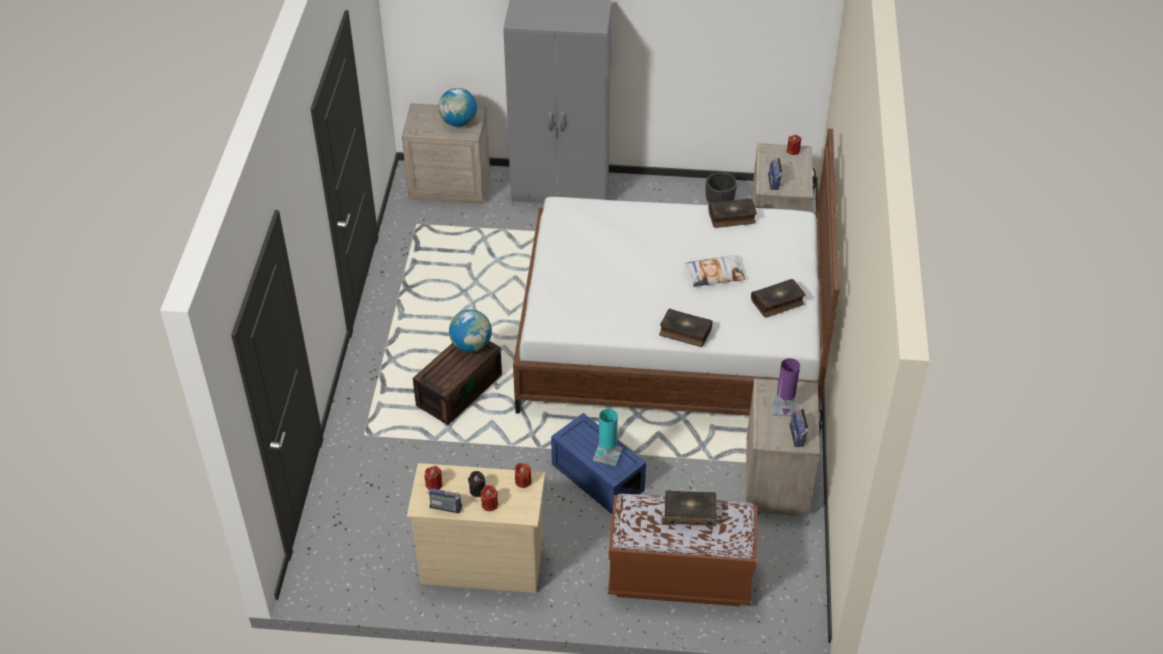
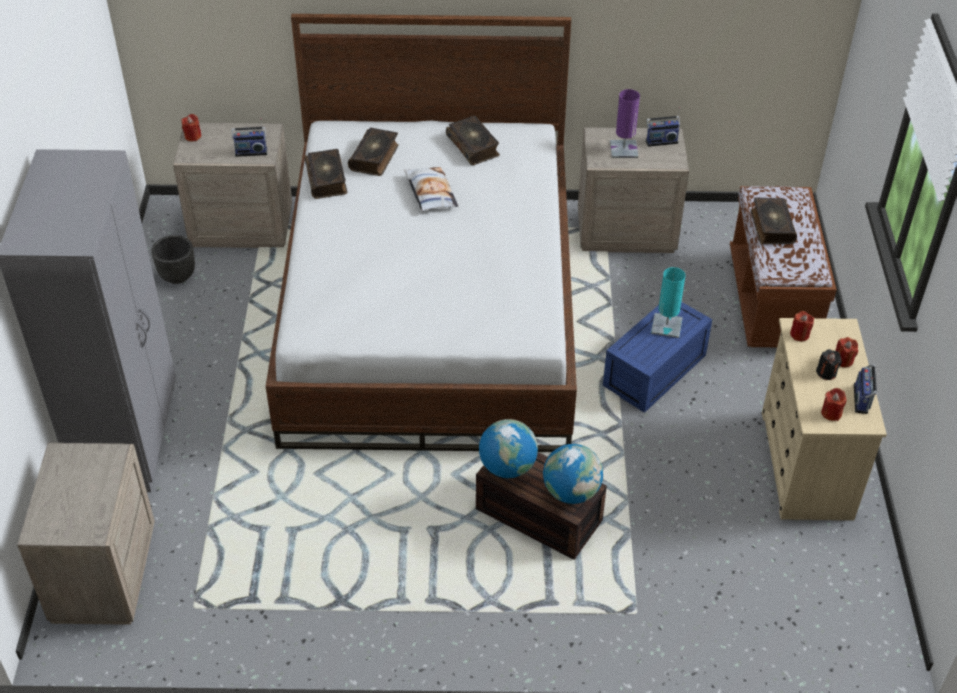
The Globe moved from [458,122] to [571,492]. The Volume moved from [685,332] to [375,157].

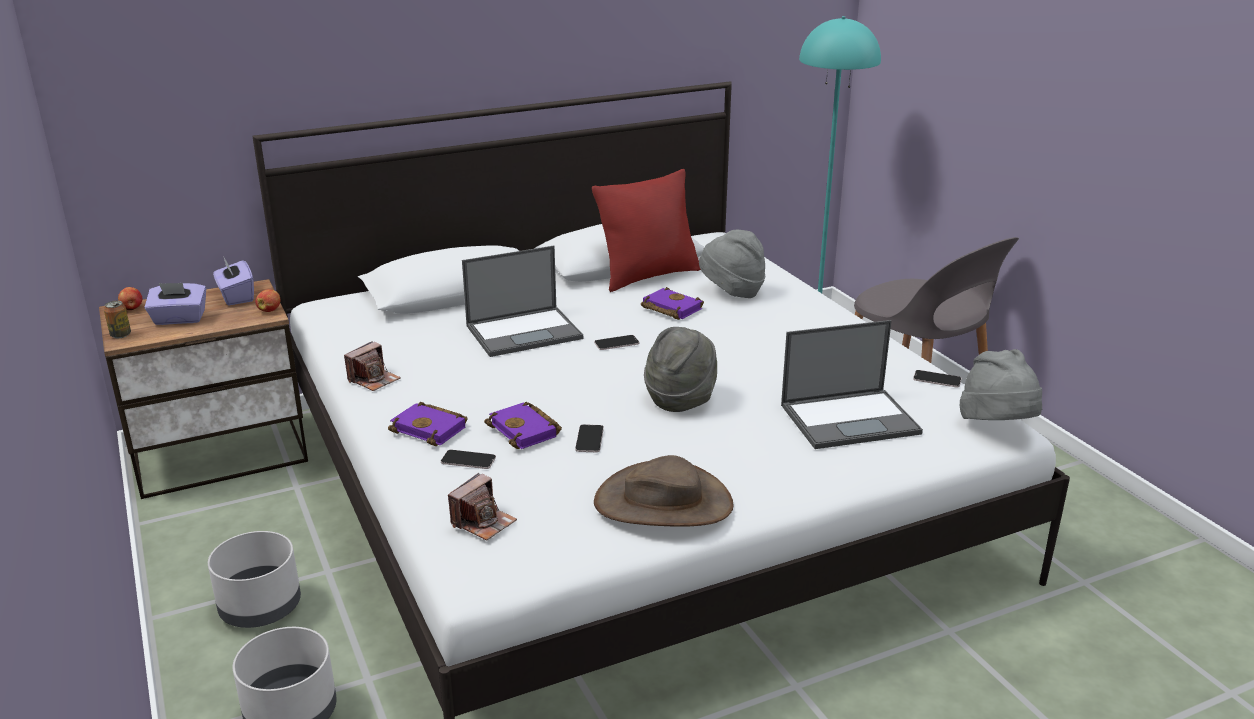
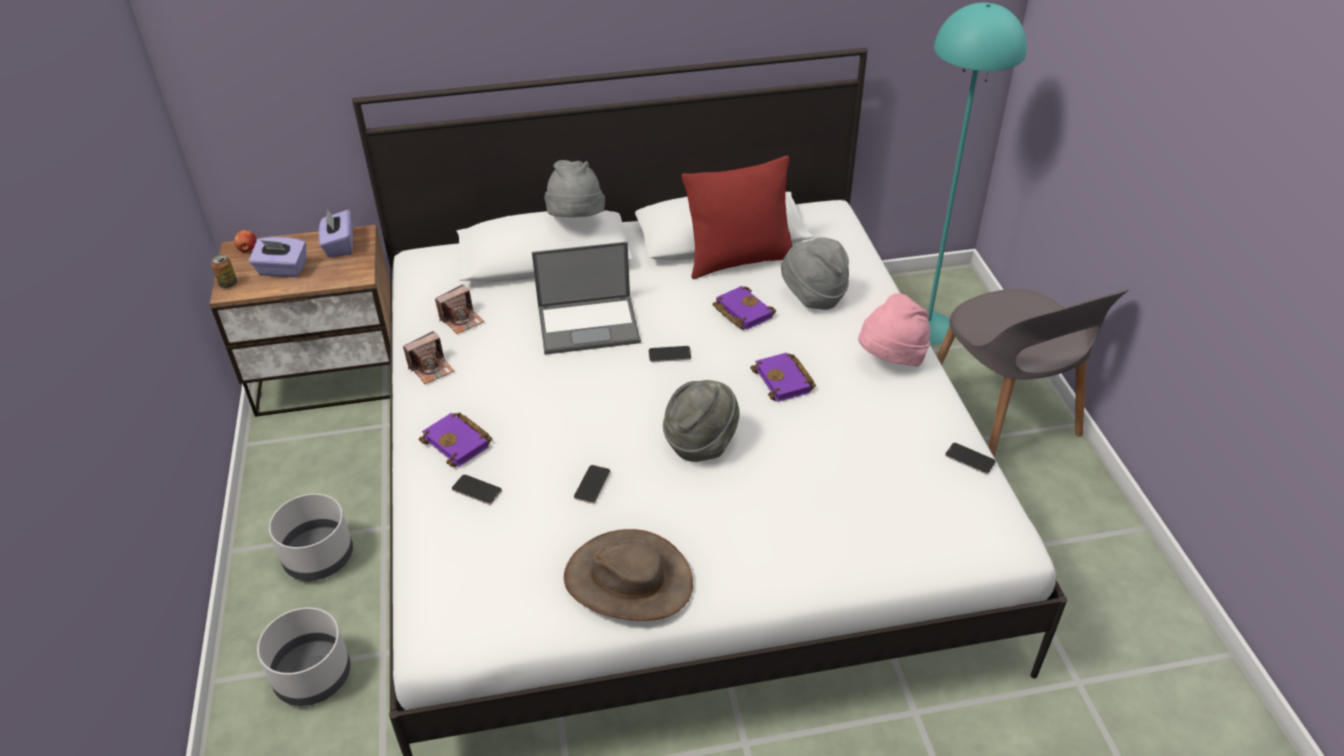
The WholeApple at [270,310] disappeared. The PhotoCamera moved from [483,522] to [461,320]. The PurplishVolume moved from [526,431] to [785,381]. The NotebookComputer at [851,419] disappeared. The GreyishHat moved from [997,427] to [575,221]. The PinkishHat at [890,359] appeared.

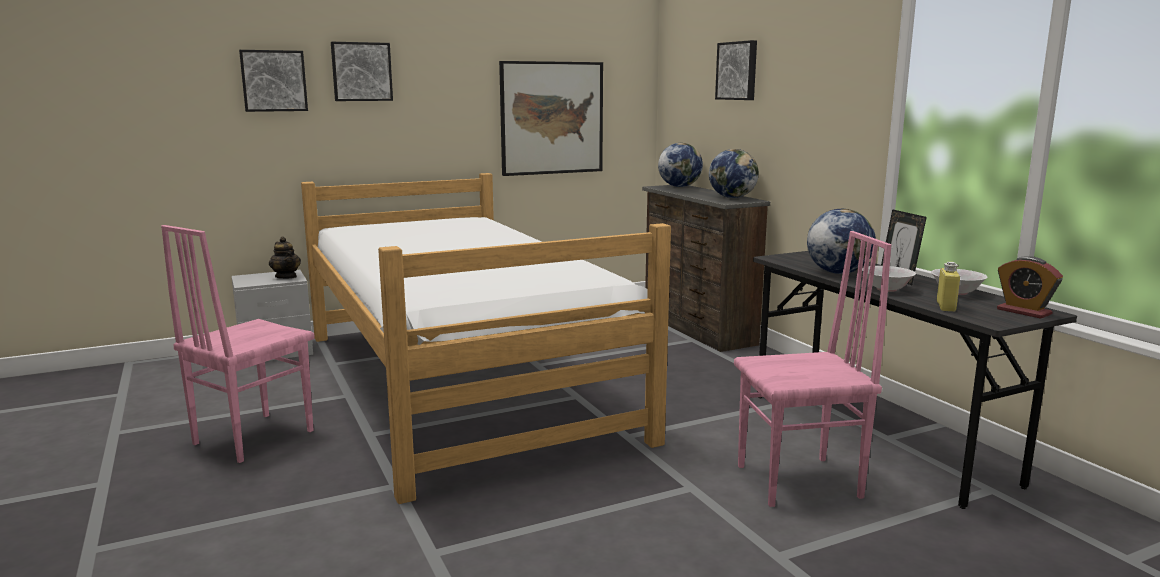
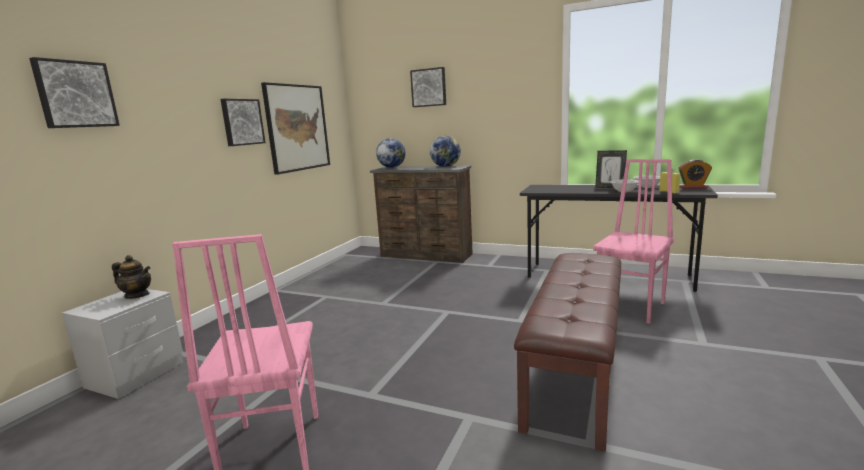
The BedroomBed at [460,382] disappeared. The WallArt moved from [361,71] to [242,122]. The Globe at [838,272] disappeared. The BrownColouredBench at [574,368] appeared.

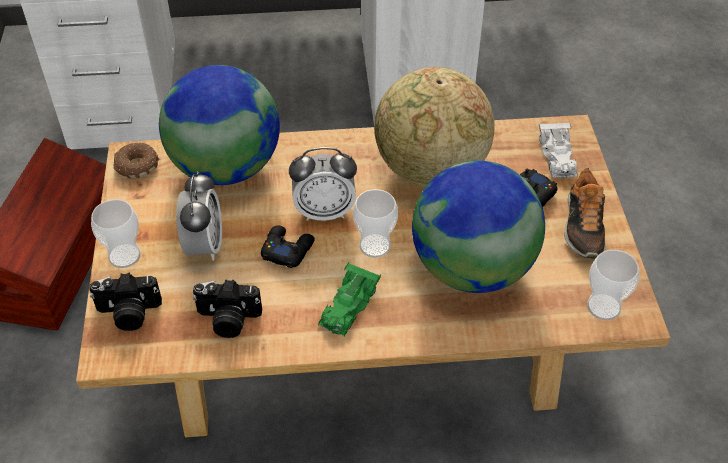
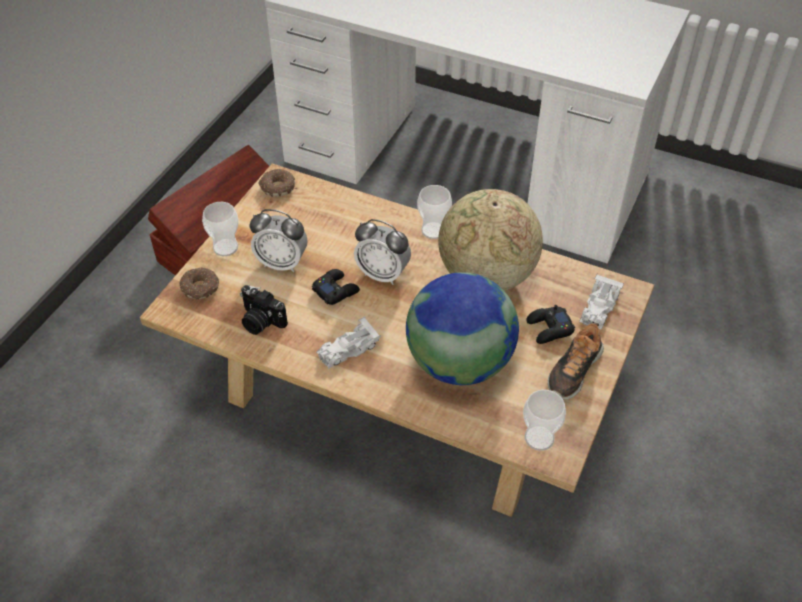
The PhotoCamera at [129,314] was replaced by the Doughnut at [201,288]. The Globe at [226,168] disappeared. The BedsideClock at [204,246] turned 75 degrees clockwise. The GreenishModelCar at [348,306] became the WhitishModelCar at [347,349]. The DrinkingCup moved from [375,245] to [433,230].

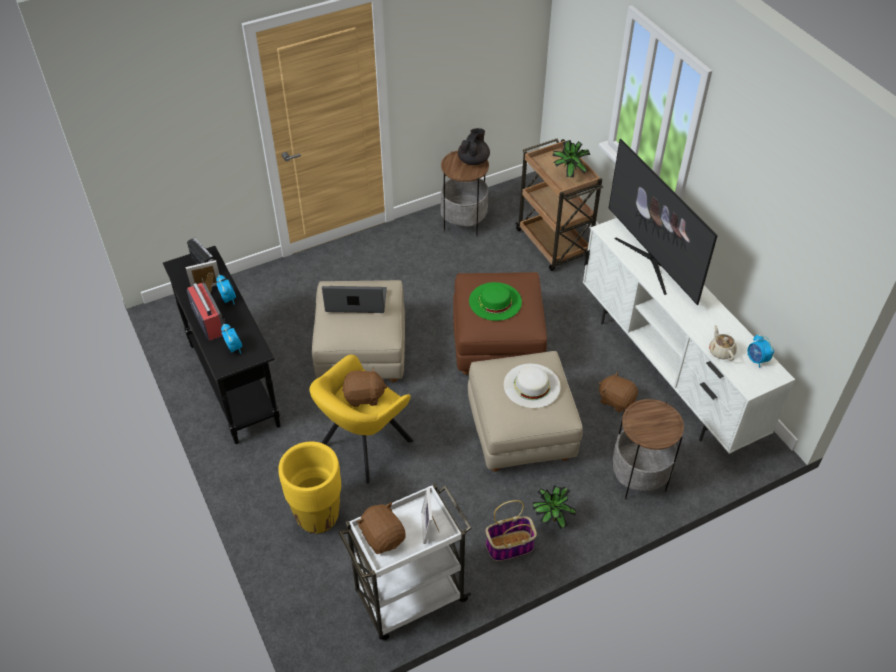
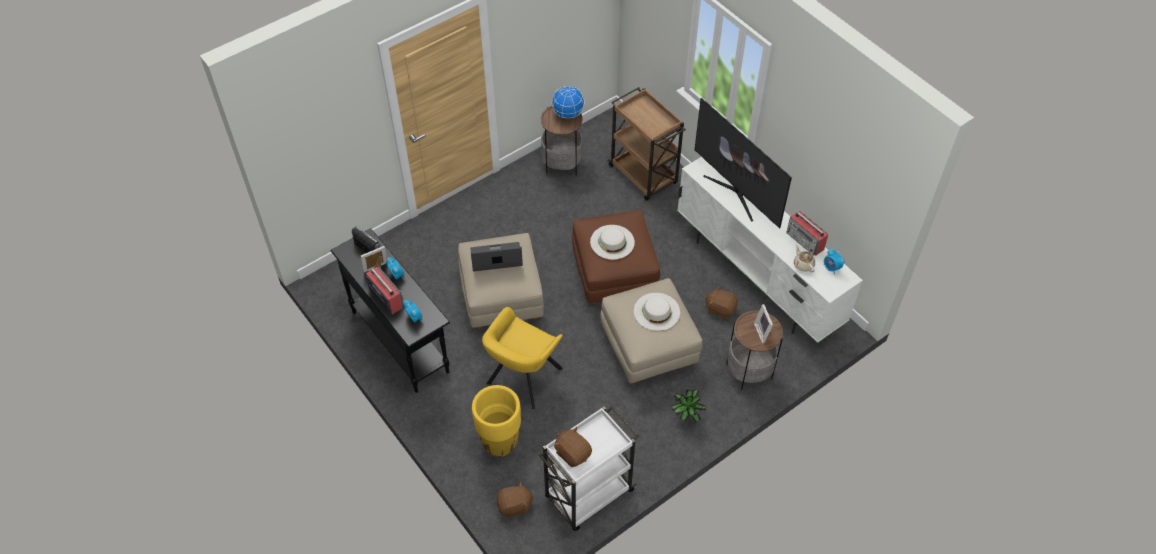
The BrownColouredPlushToy moved from [364,396] to [514,506]. The PhotoFrame moved from [430,527] to [763,332]. The BlackColouredTeaPot at [473,160] was replaced by the Globe at [568,113]. The GreenishHat at [495,301] became the WhitishHat at [612,242]. The Basket at [509,546] disappeared. The PlantInAPot at [568,175] disappeared. The RadioReceiver at [805,241] appeared.

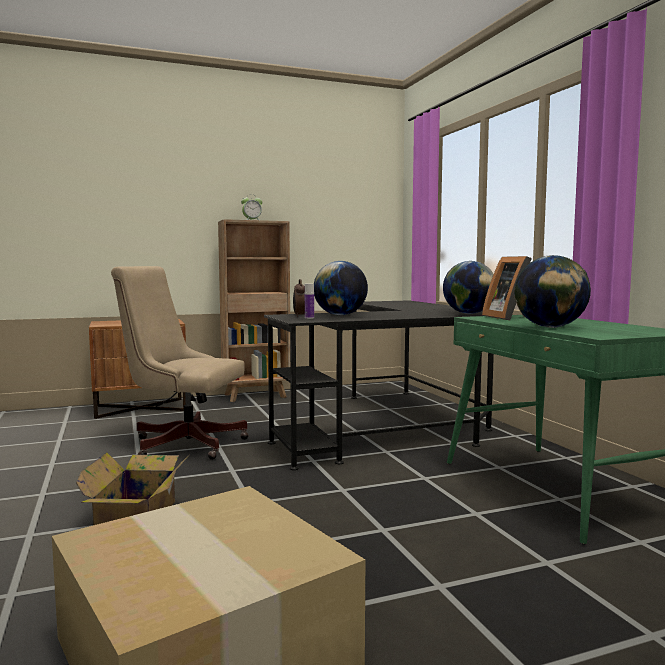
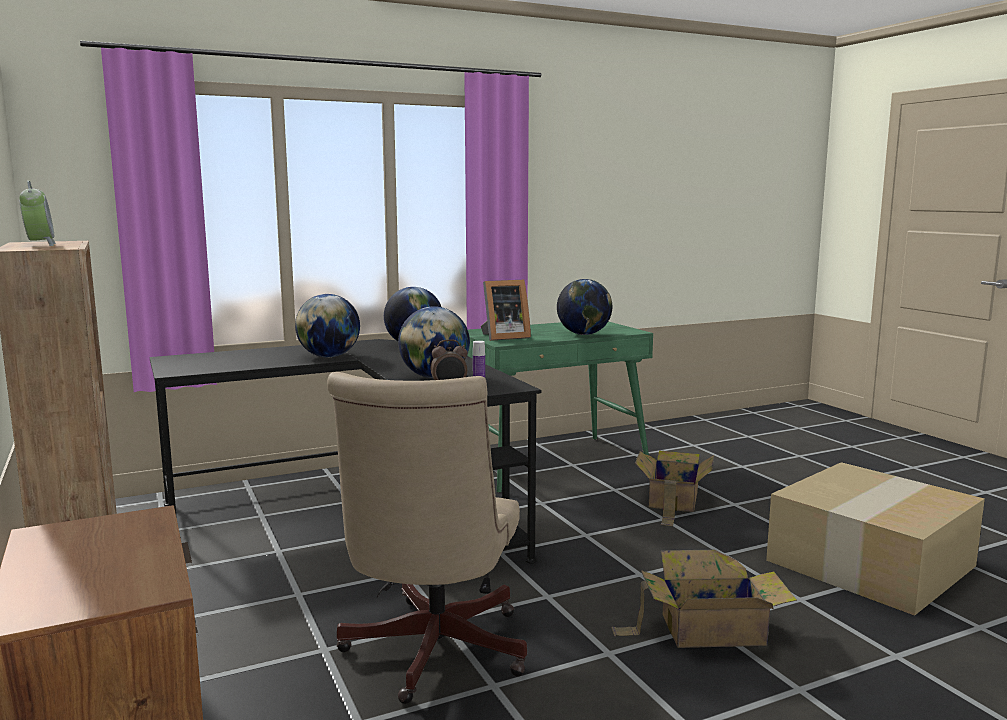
The Globe at [329,356] appeared. The PackingBox at [672,500] appeared.

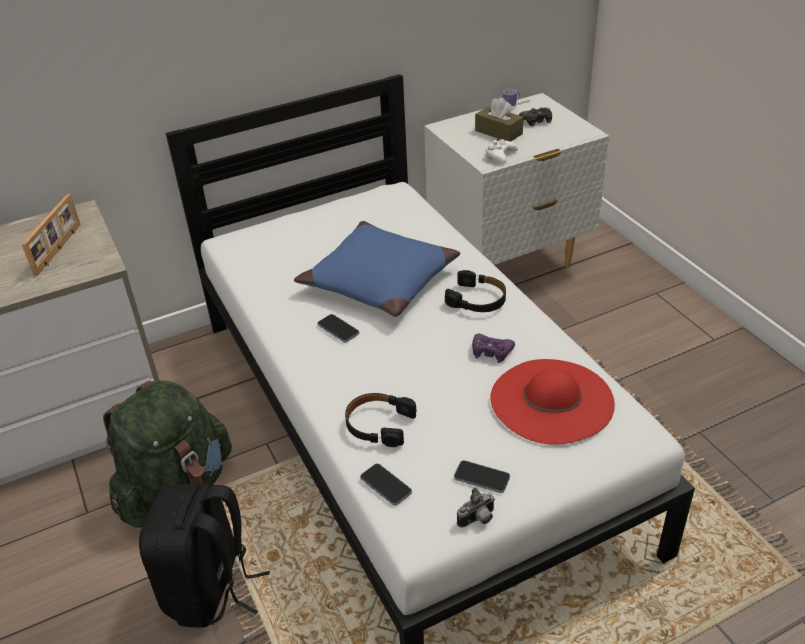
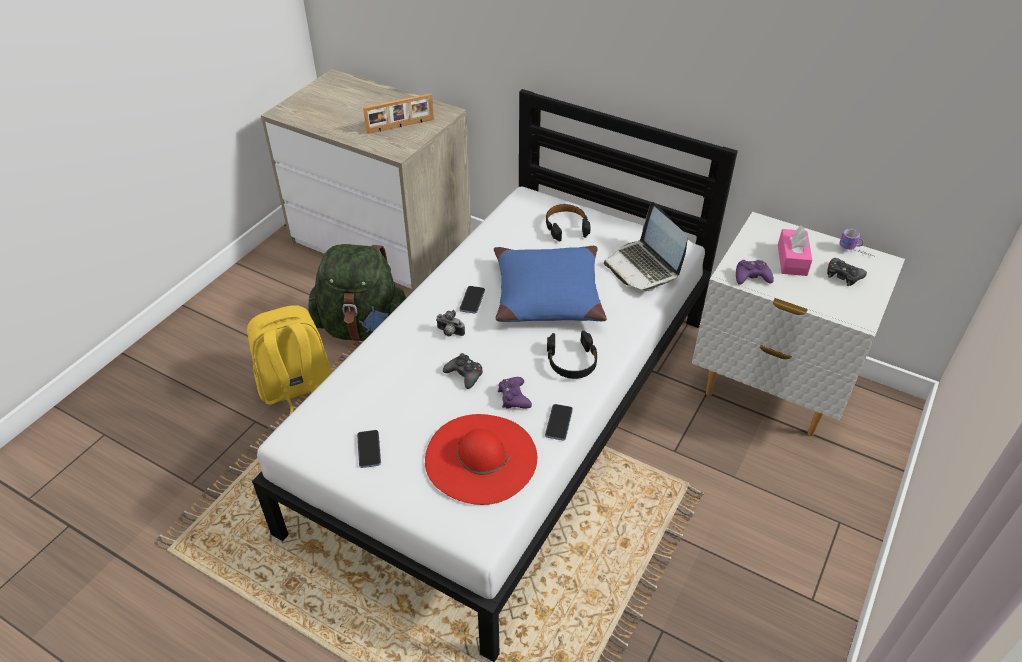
The BlackColouredRucksack at [211,589] became the YellowRucksack at [296,390]. The BlackColouredPairOfHeadphones moved from [379,424] to [566,226]. The Phone moved from [385,485] to [559,423]. The PhotoCamera moved from [478,520] to [449,333]. The BrownColouredBoxOfTissues at [498,132] became the PinkishBoxOfTissues at [792,260]. The WhitishGameController at [500,155] became the PurplishGameController at [751,277]. The BlackColouredGameController at [464,374] appeared. The NotebookComputer at [643,267] appeared.

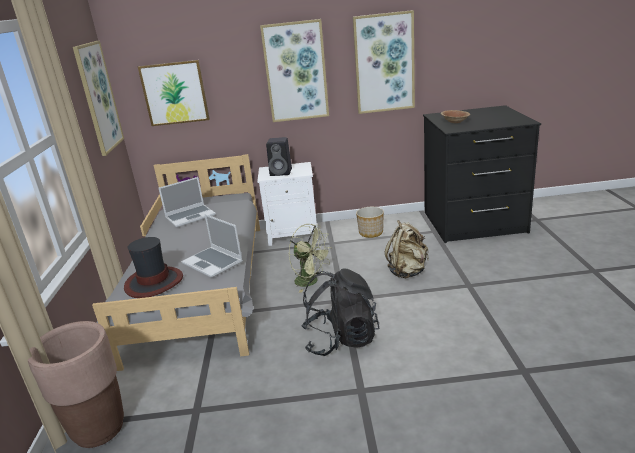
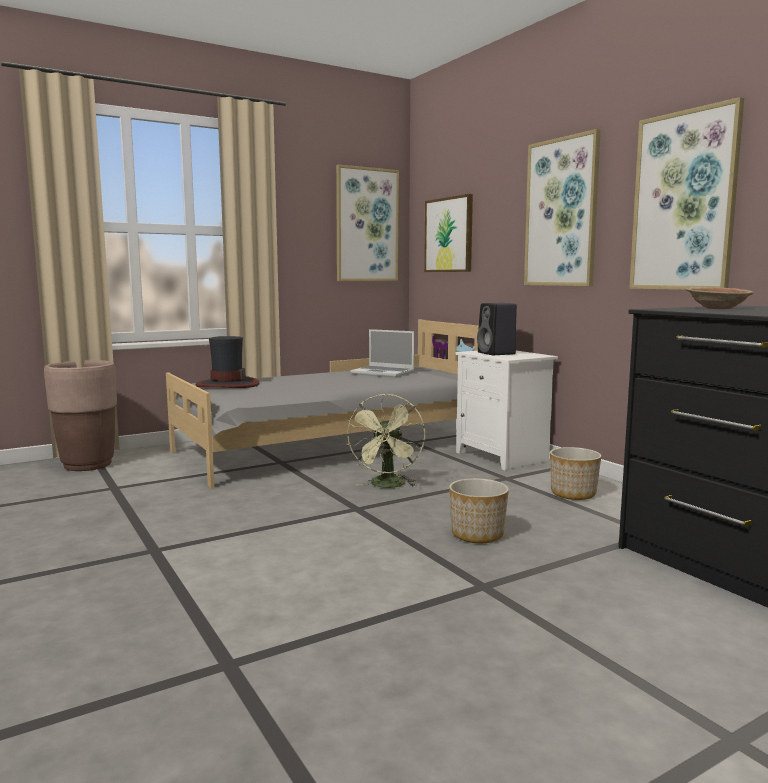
The NotebookComputer at [213,263] disappeared. The BlackColouredRucksack at [341,339] disappeared. The BeigeRucksack at [407,272] was replaced by the FlowerPot at [477,534].

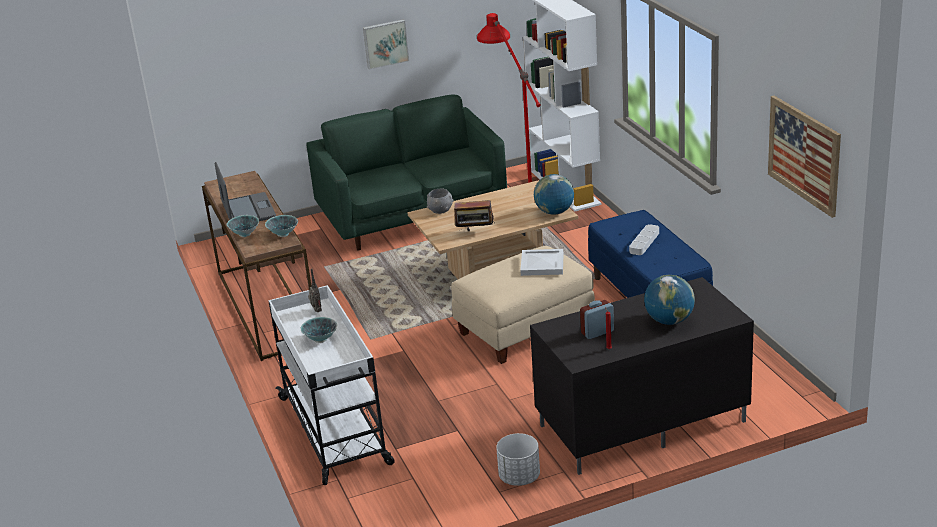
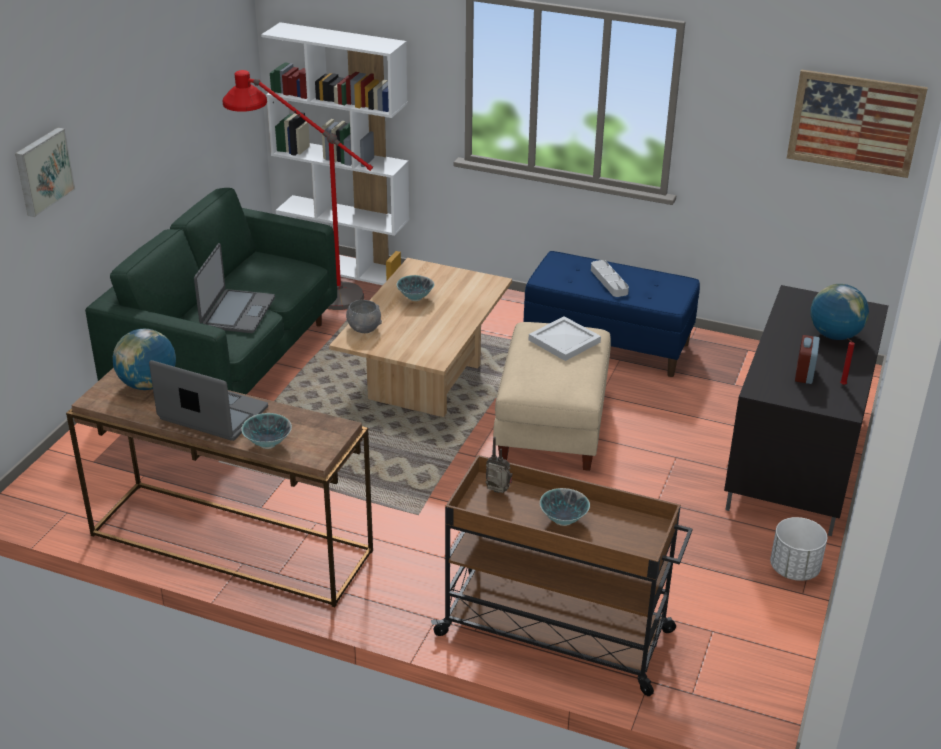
The Bowl moved from [283,234] to [415,298]. The WhitishTrolley at [335,432] became the BrownColouredTrolley at [557,633]. The WallArt moved from [385,43] to [42,171]. The RadioReceiver at [475,232] disappeared. The Globe moved from [554,212] to [148,384]. The NotebookComputer at [237,312] appeared.

